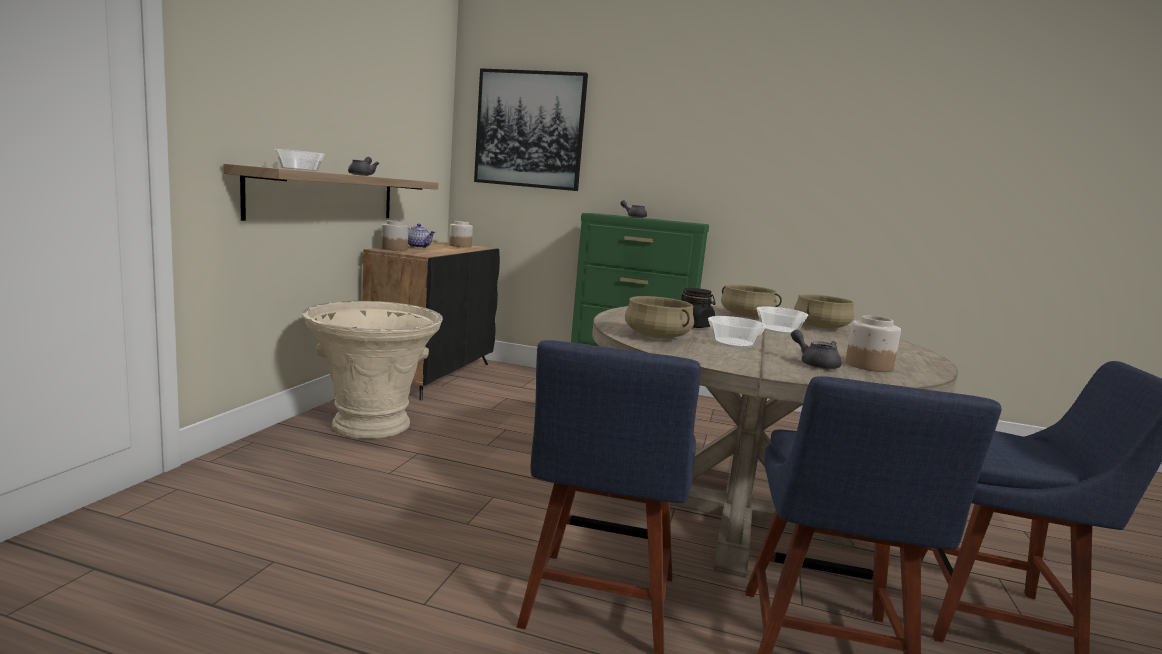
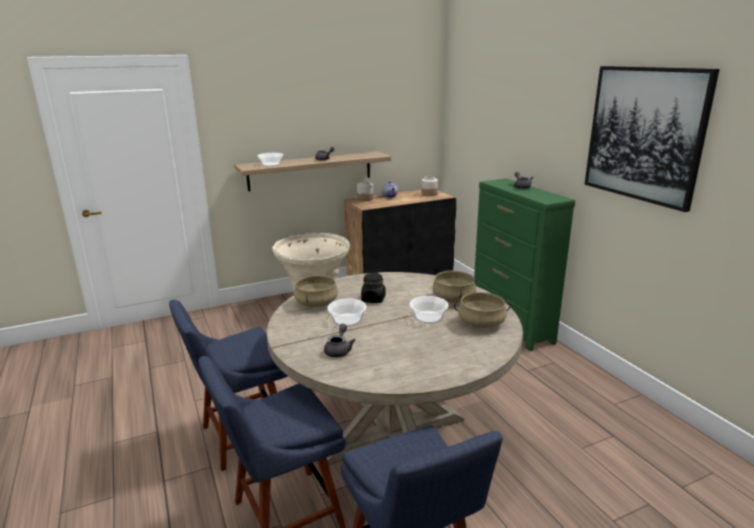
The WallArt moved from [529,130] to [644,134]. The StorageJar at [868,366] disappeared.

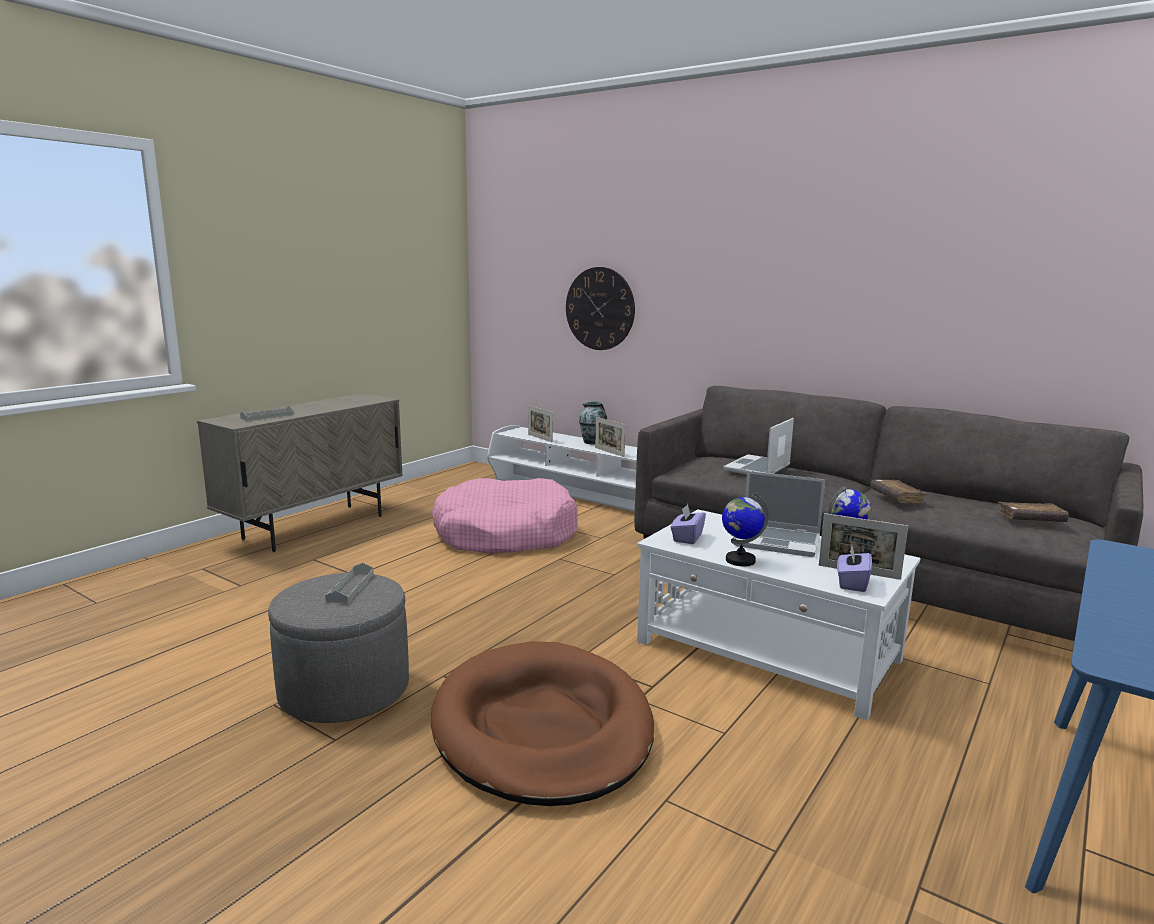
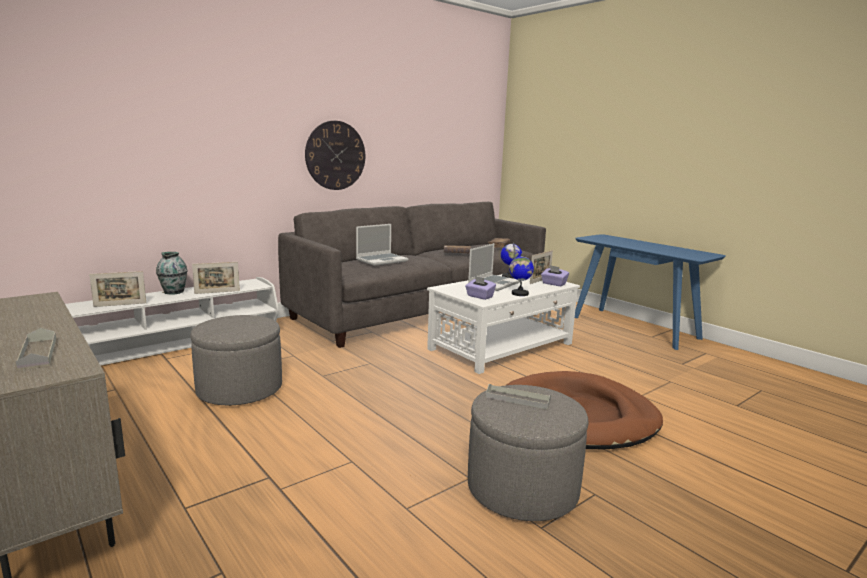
The PinkishDogCushion at [505,534] was replaced by the GreyishPouffe at [240,389]. The WallClock moved from [600,308] to [335,155]. The NotebookComputer at [757,468] turned 90 degrees counterclockwise.

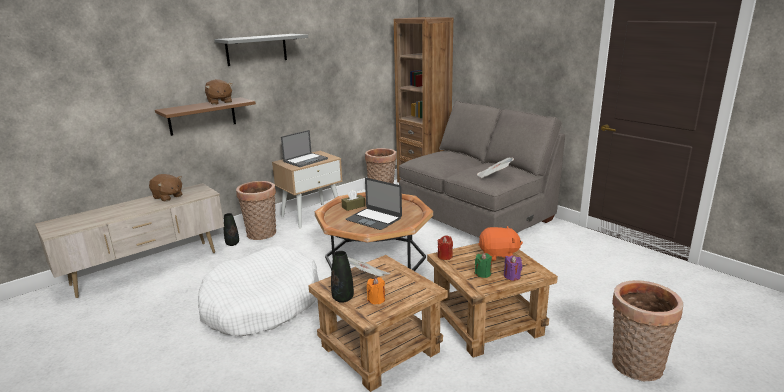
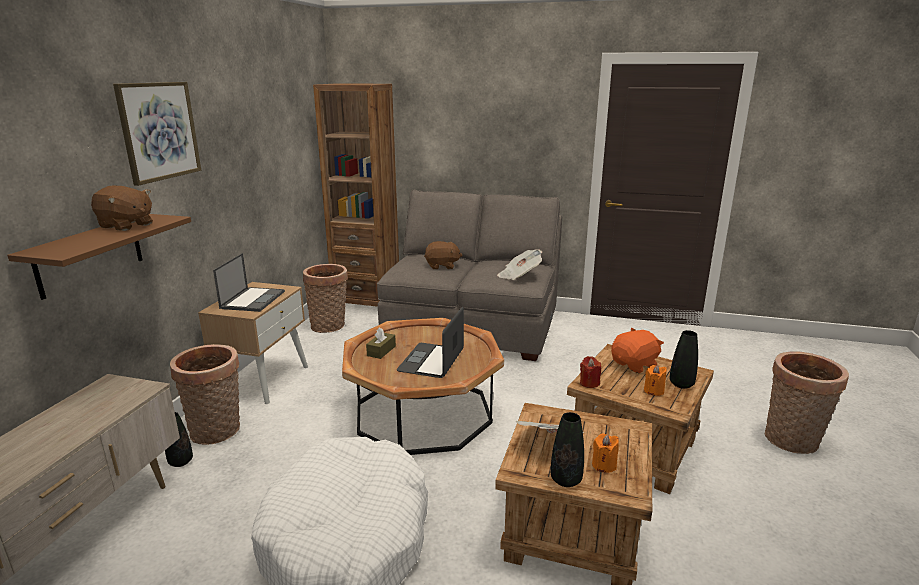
The BrownColouredPlushToy moved from [167,197] to [442,266]. The GreyishBracketShelf at [256,49] was replaced by the WallArt at [159,131]. The NotebookComputer at [374,219] turned 105 degrees clockwise. The GreenishCandle at [483,274] became the OrangeCandle at [653,391]. The PurplishCandle at [512,276] was replaced by the BlackColouredDecorativeVase at [681,384].

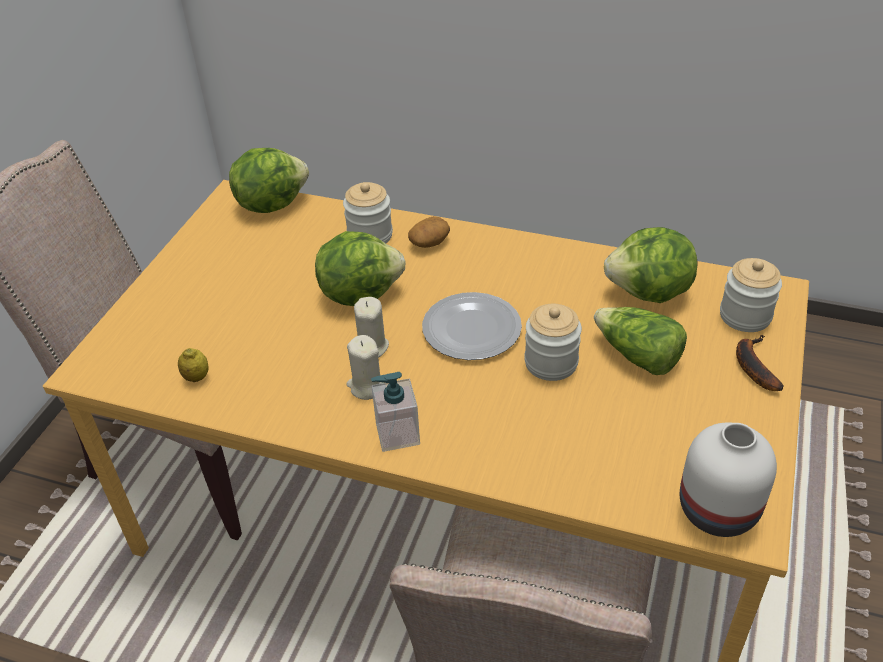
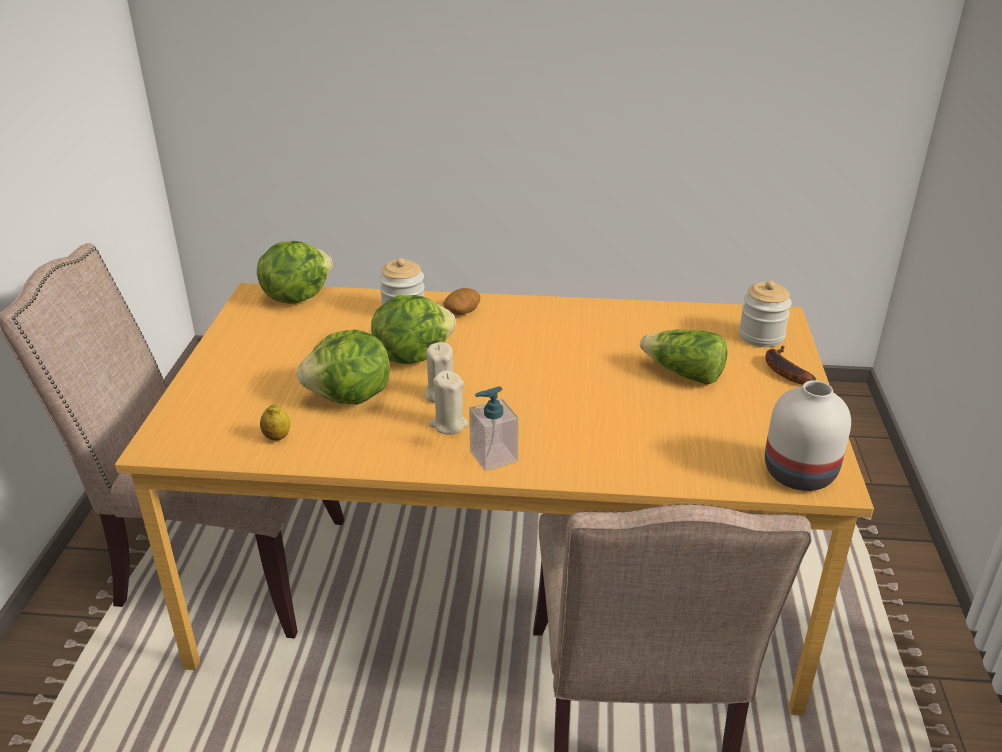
The DinnerPlate at [473,329] disappeared. The StorageJar at [551,363] disappeared. The Lettuce moved from [649,293] to [350,398].

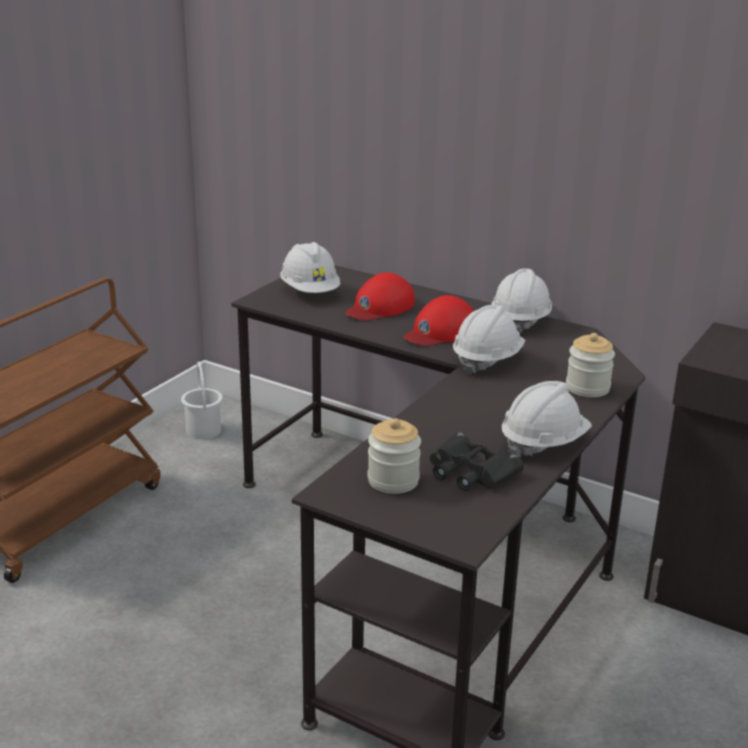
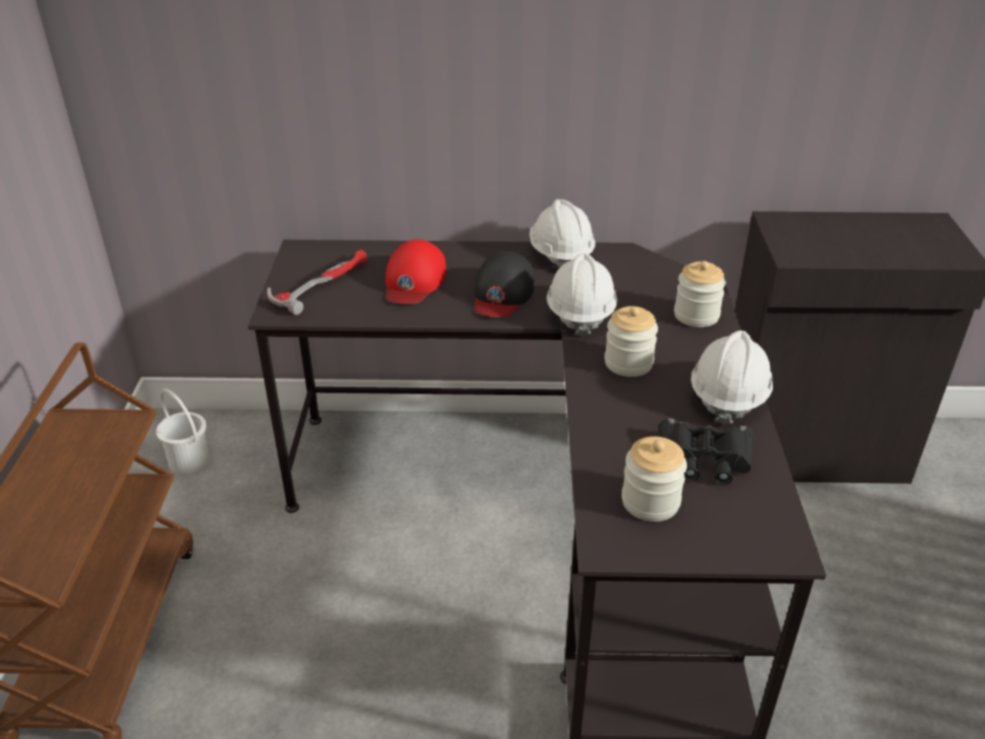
The WhitishWorkHelmet at [310,291] was replaced by the HandHammer at [321,283]. The ReddishBaseballCap at [440,331] became the BlackColouredBaseballCap at [502,293]. The StorageJar at [628,363] appeared.

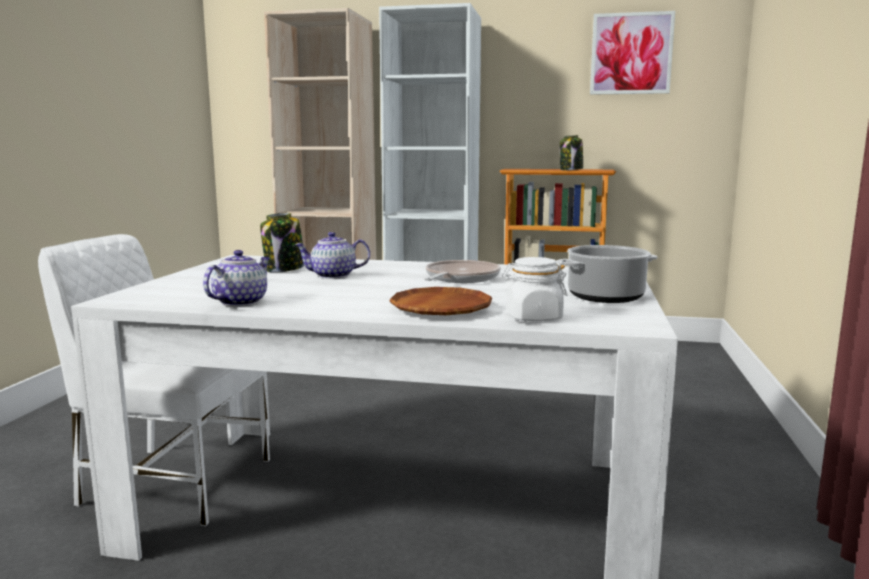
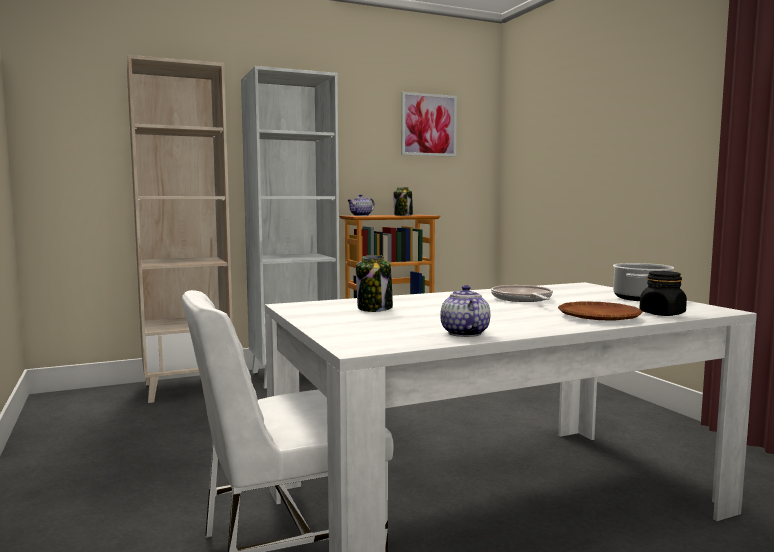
The TeaPot moved from [333,276] to [361,215]. The WhitishStorageJar at [533,317] became the BlackColouredStorageJar at [662,314].

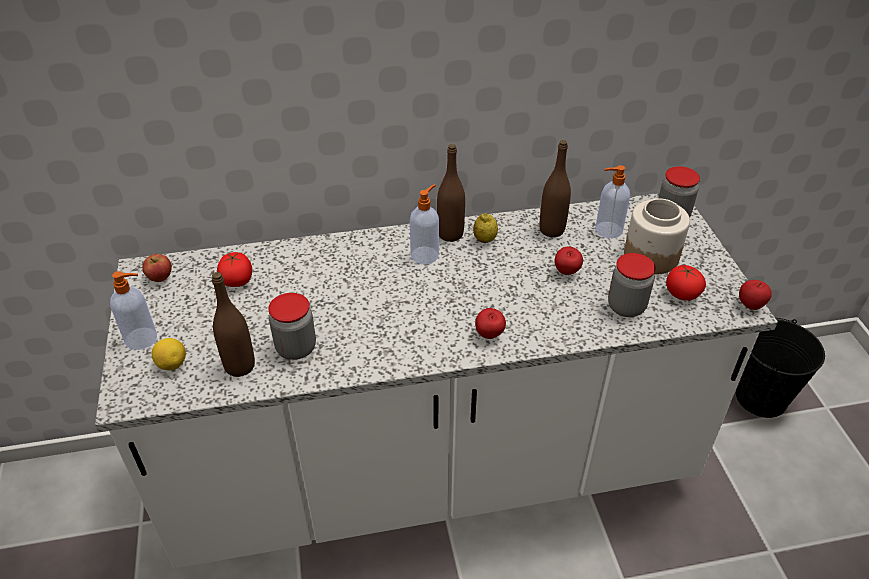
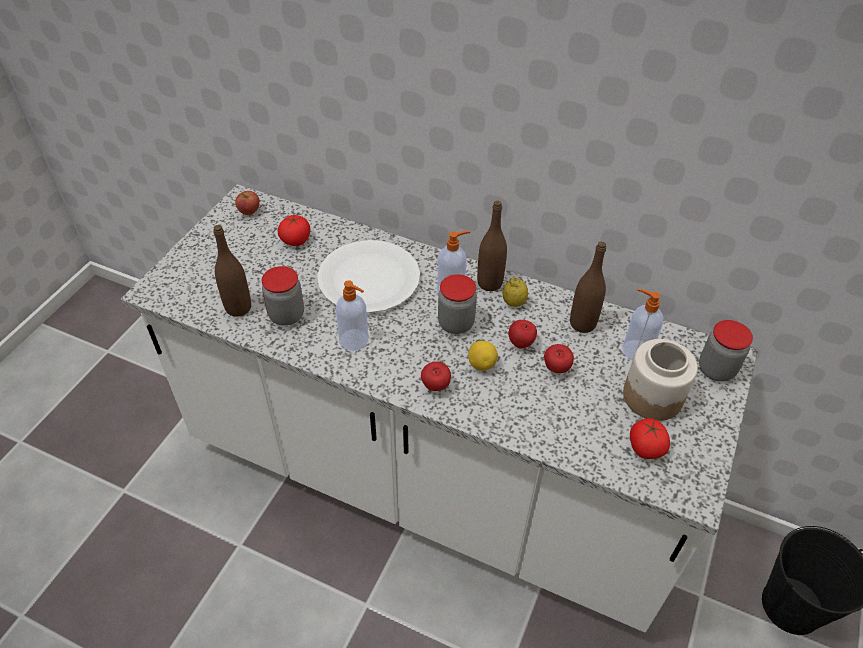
The SoapDispenser moved from [142,339] to [355,340]. The Lemon moved from [172,364] to [481,364]. The StorageJar moved from [626,307] to [456,323]. The WholeApple moved from [750,305] to [521,344]. The WhitishDinnerPlate at [369,279] appeared.

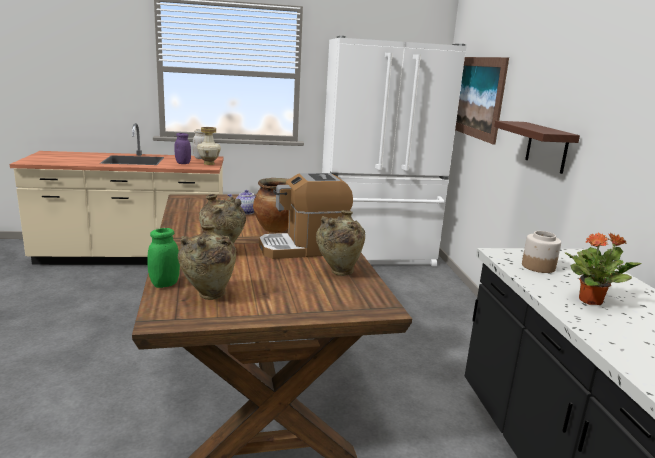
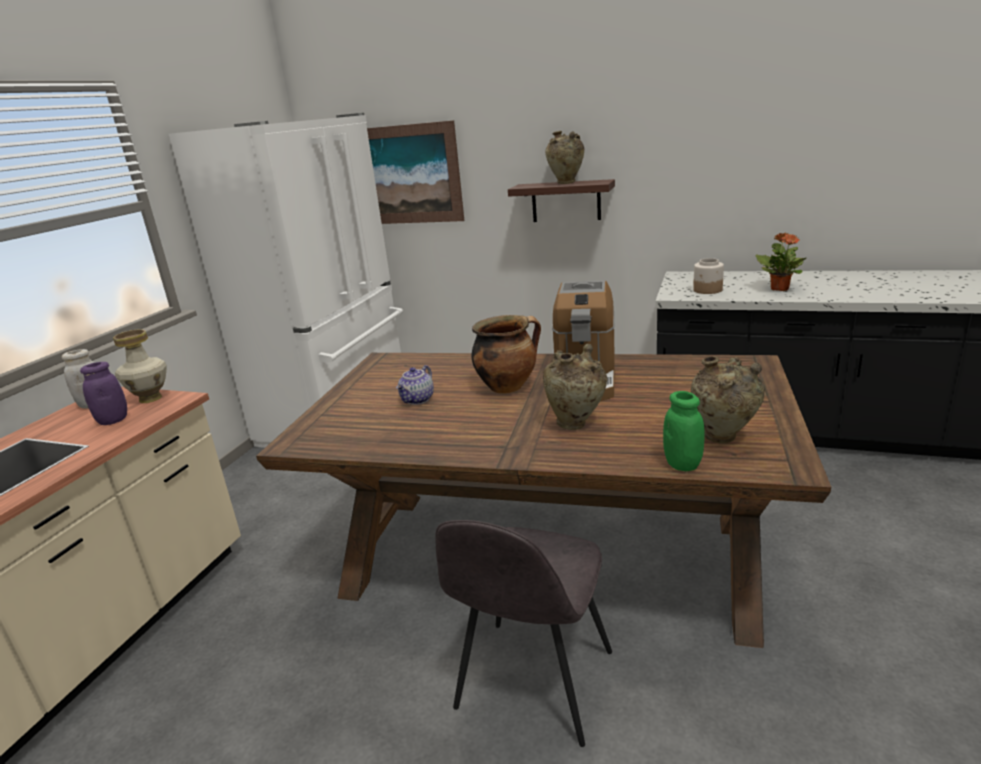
The BeigeDecorativeVase moved from [338,272] to [566,183]. The GreyishUprightChair at [533,683] appeared.

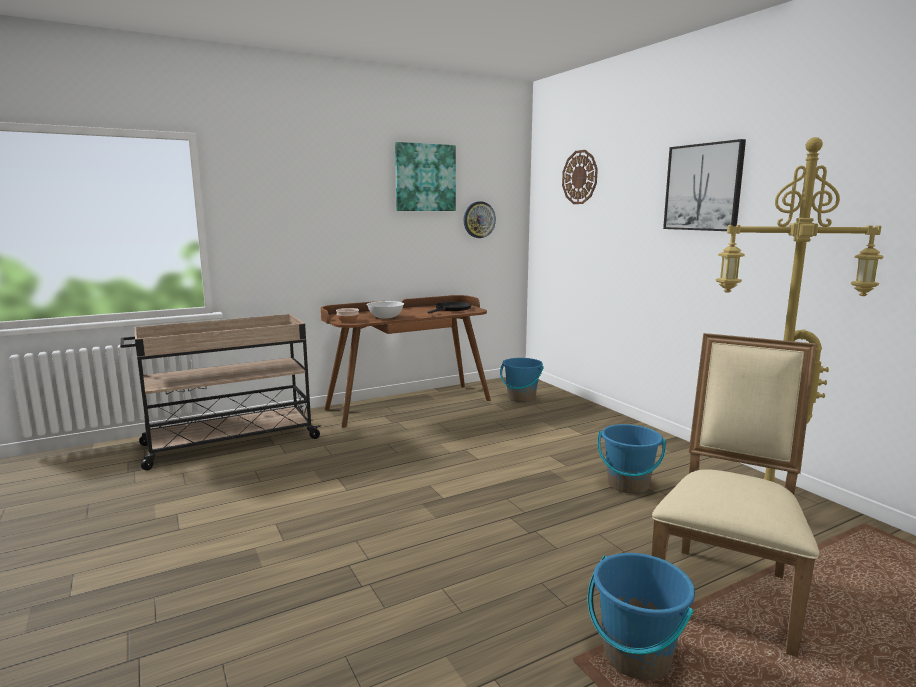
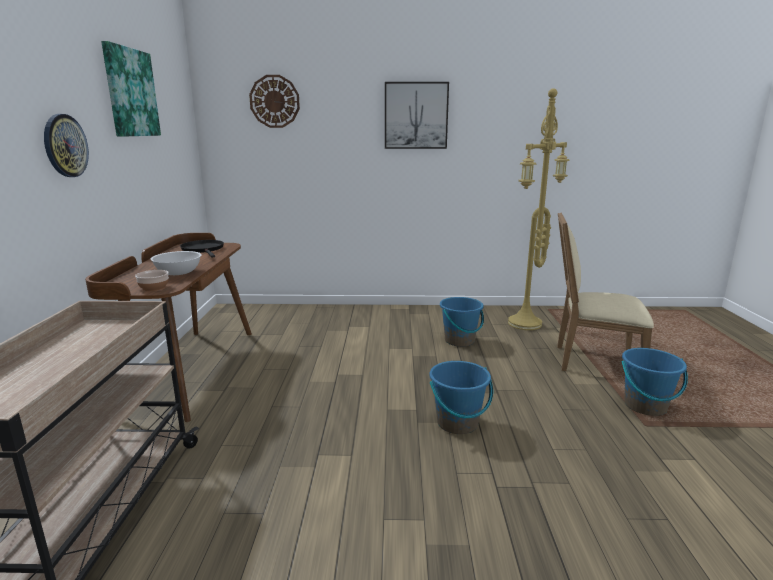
The WallClock moved from [479,219] to [65,146]. The BlueColouredBucket moved from [521,398] to [457,423]. The BeigeUprightChair at [726,589] turned 45 degrees counterclockwise.

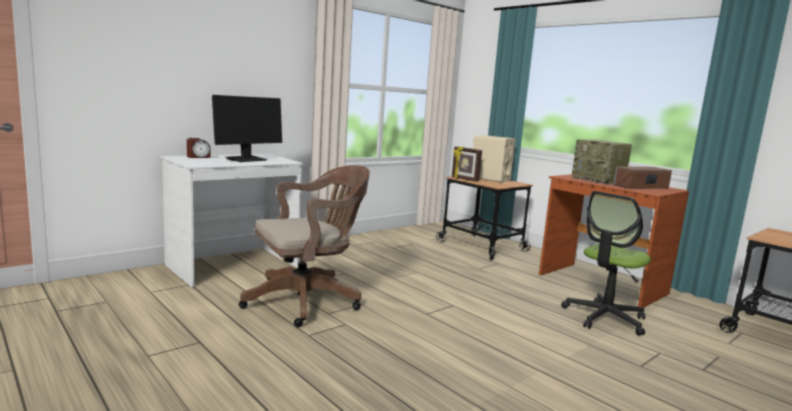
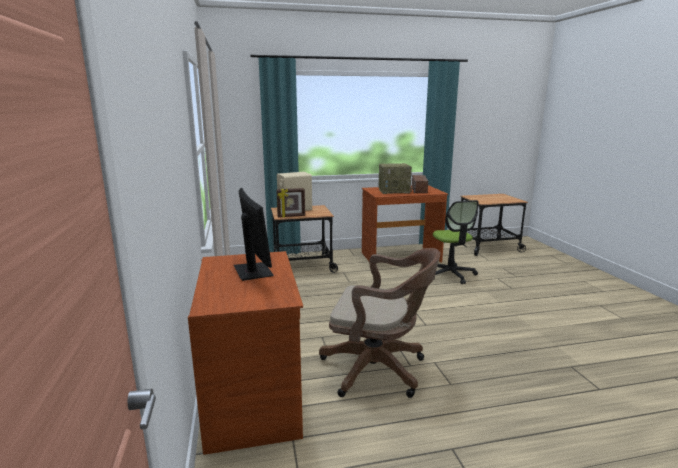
The WhitishDesk at [233,266] became the BrownColouredDesk at [253,398]. The BedsideClock at [198,157] disappeared. The BrownColouredDeskChair at [307,301] turned 105 degrees clockwise.

